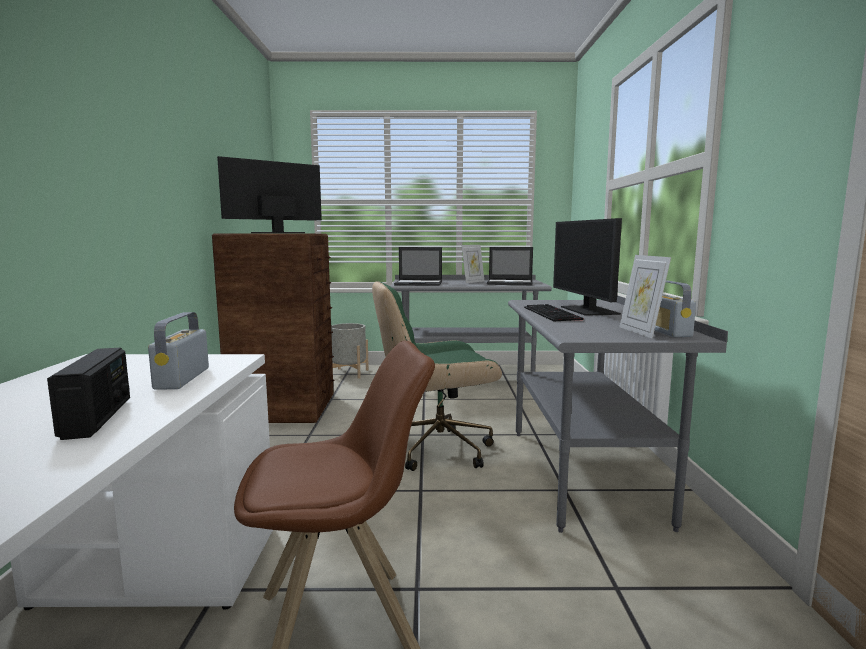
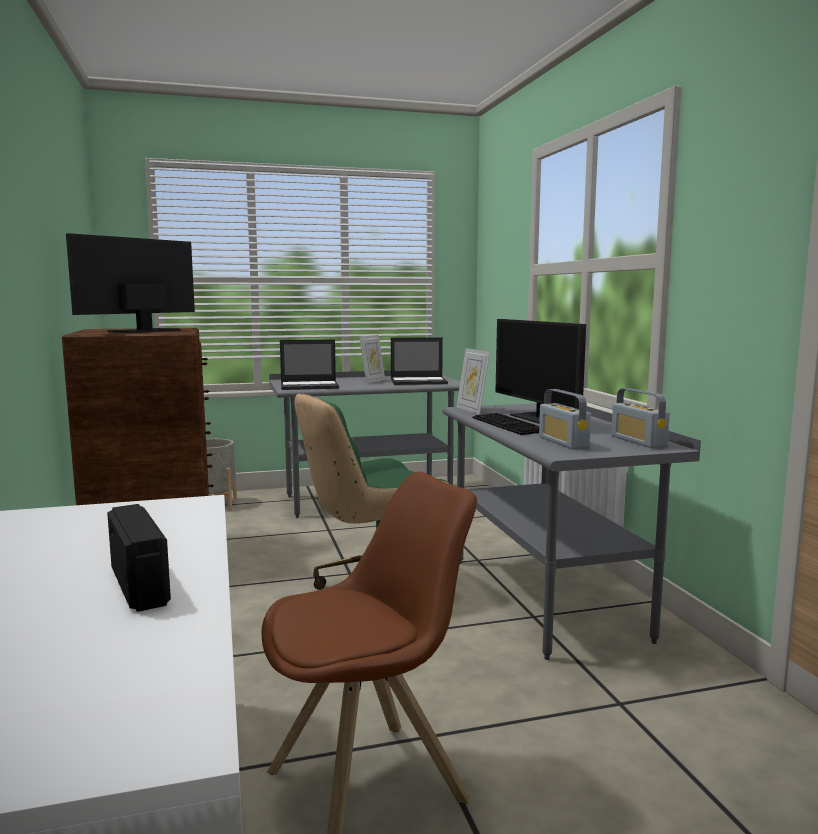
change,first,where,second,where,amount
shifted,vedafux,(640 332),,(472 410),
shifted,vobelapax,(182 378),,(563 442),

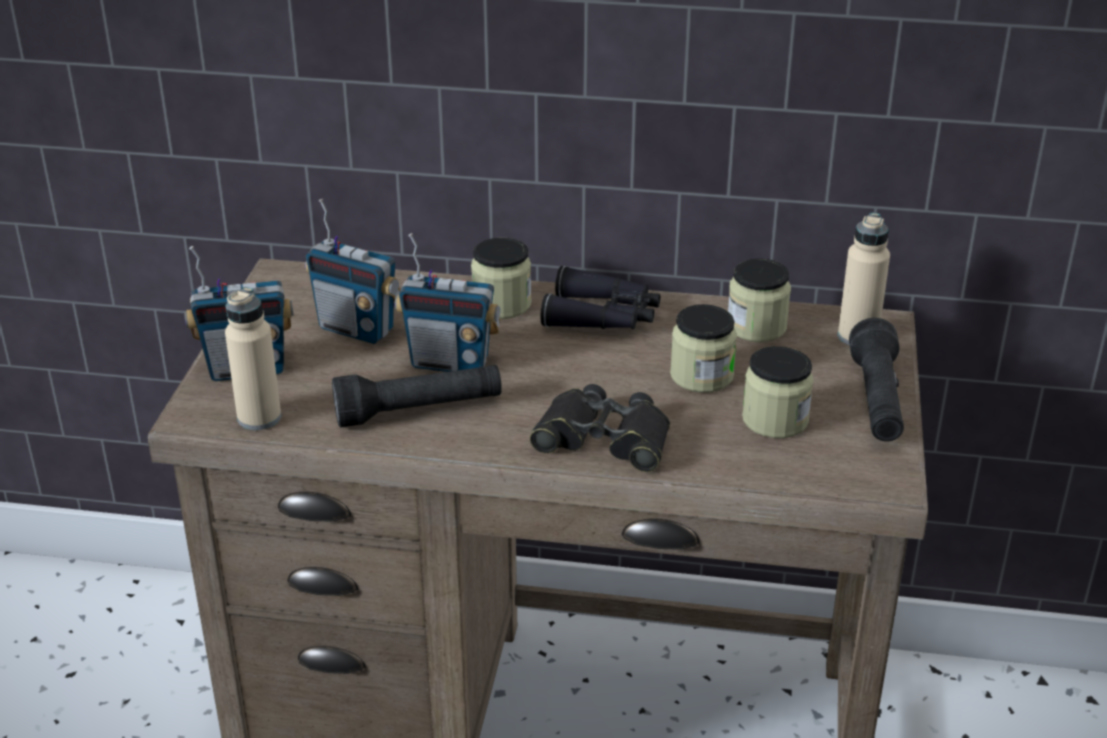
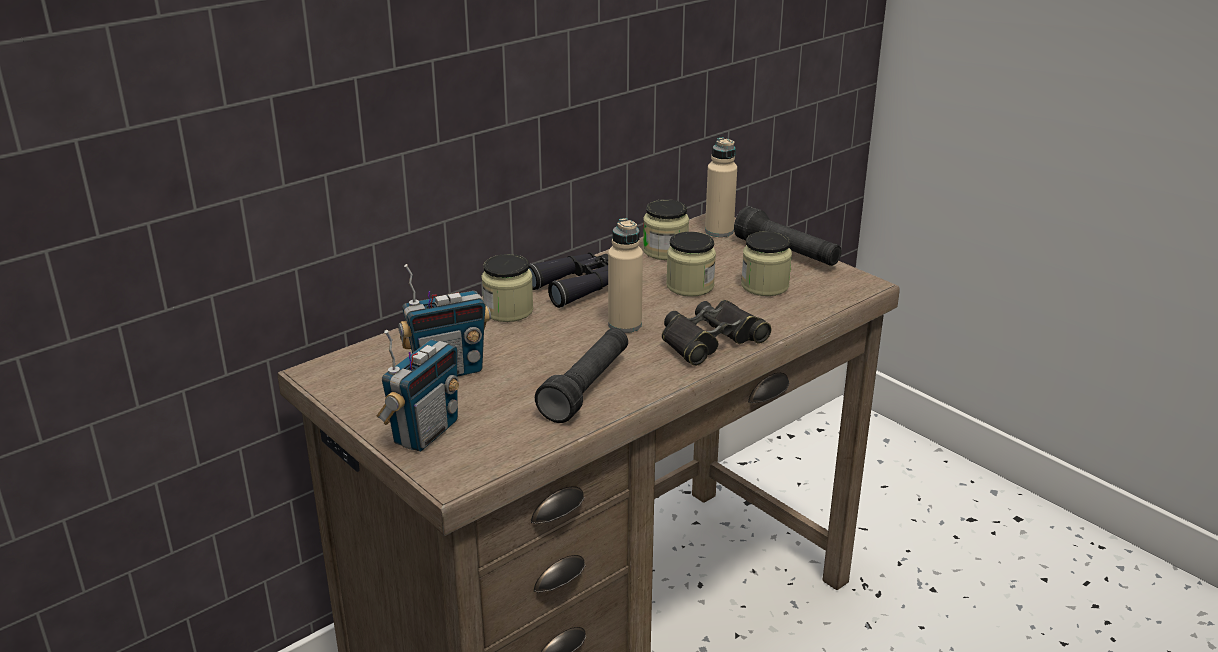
change,first,where,second,where,amount
shifted,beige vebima,(259 417),,(625 325),
gone,vobelapax,(450 363),,,

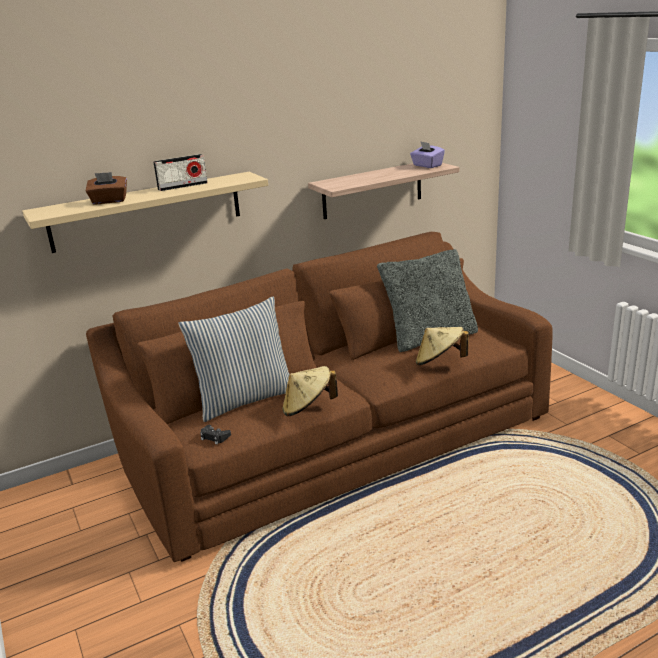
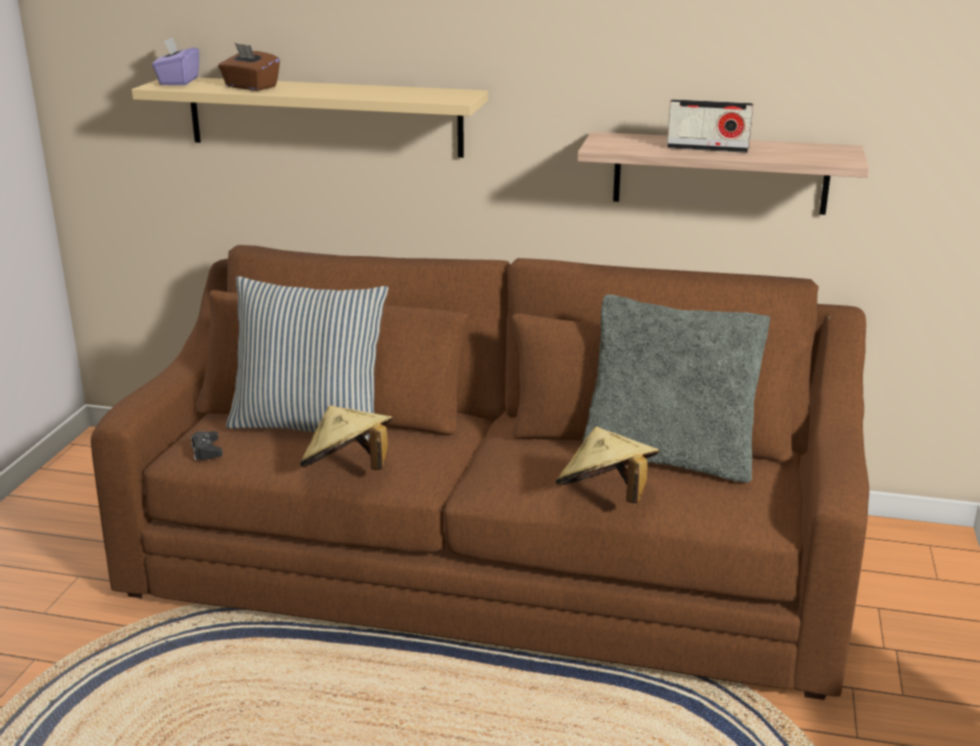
change,first,where,second,where,amount
shifted,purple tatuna,(427 165),,(178 81),
shifted,vobelapax,(182 186),,(707 148),

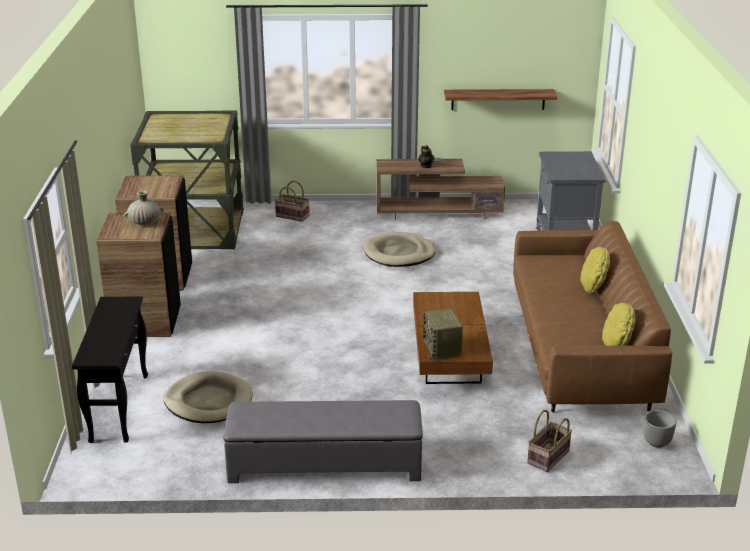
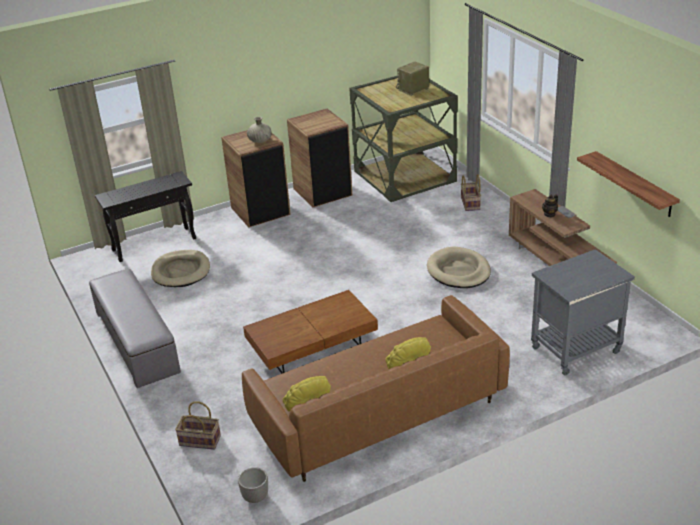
change,first,where,second,where,amount
shifted,vobelapax,(442 349),,(413 89),

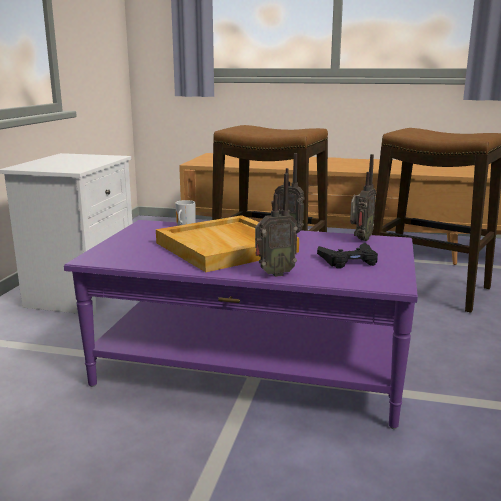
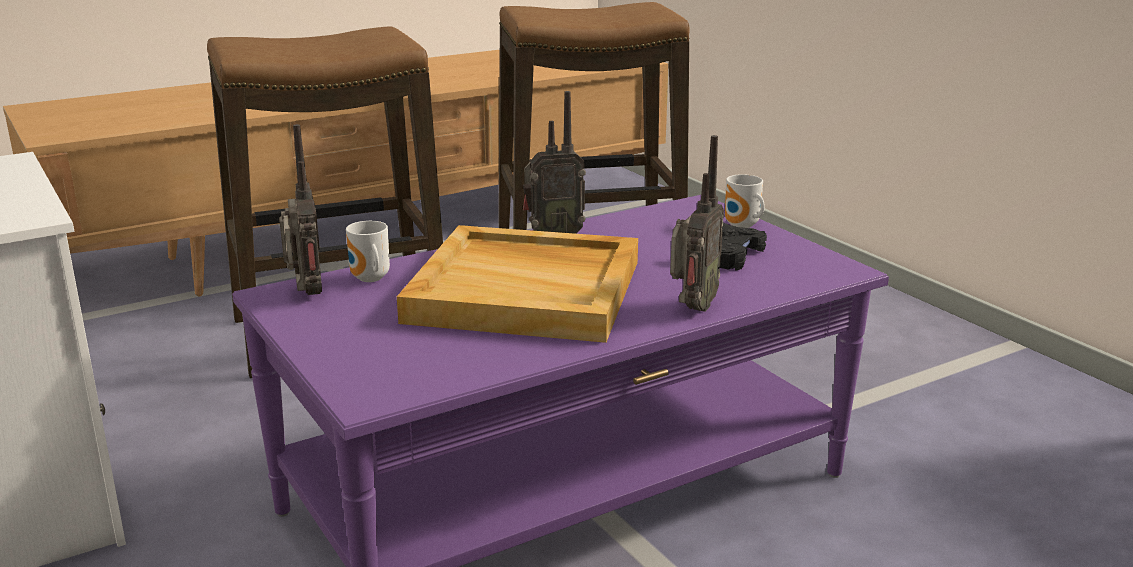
change,first,where,second,where,amount
shifted,vobelapax,(360 239),,(305 294),
new,,,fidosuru,(742 226),

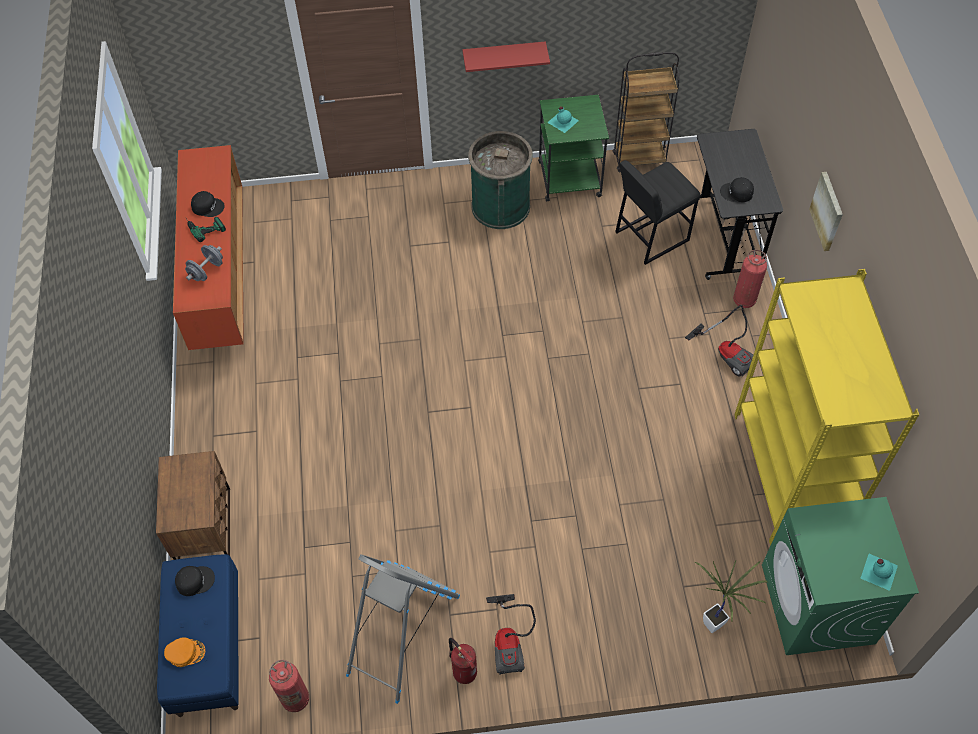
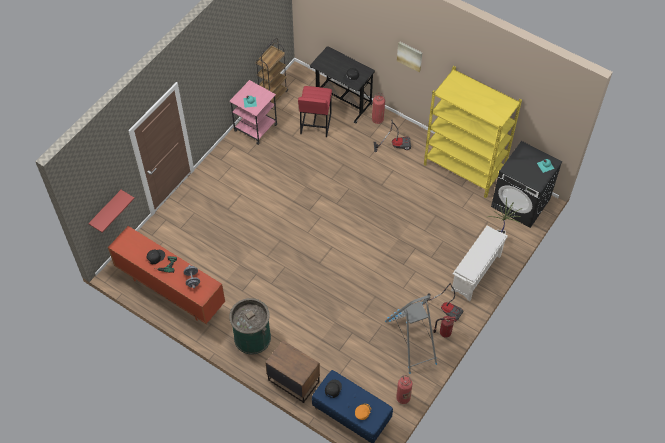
change,first,where,second,where,amount
shifted,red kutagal,(504 56),,(106 210),
repainted,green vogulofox,(570 178),pink vogulofox,(256 127),
shifted,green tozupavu,(500 206),,(252 337),
repainted,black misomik,(650 237),red misomik,(315 124),
new,,,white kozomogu,(476 274),
repainted,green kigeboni,(817 604),black kigeboni,(521 203),

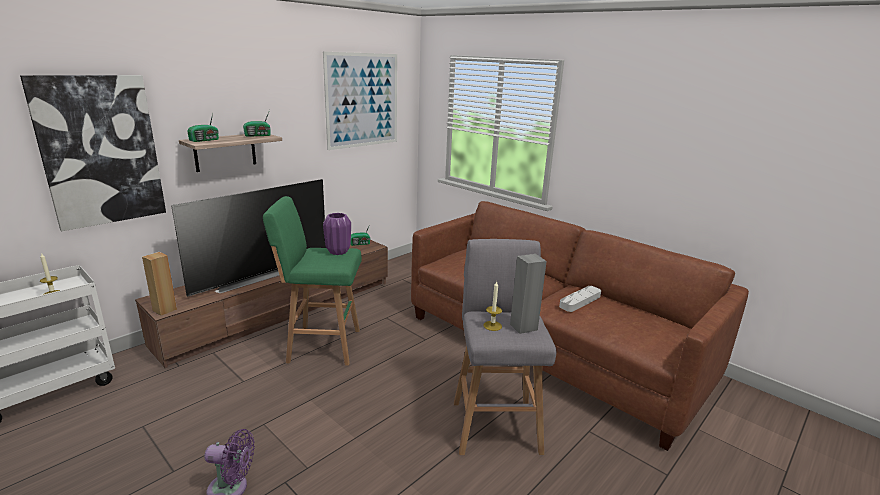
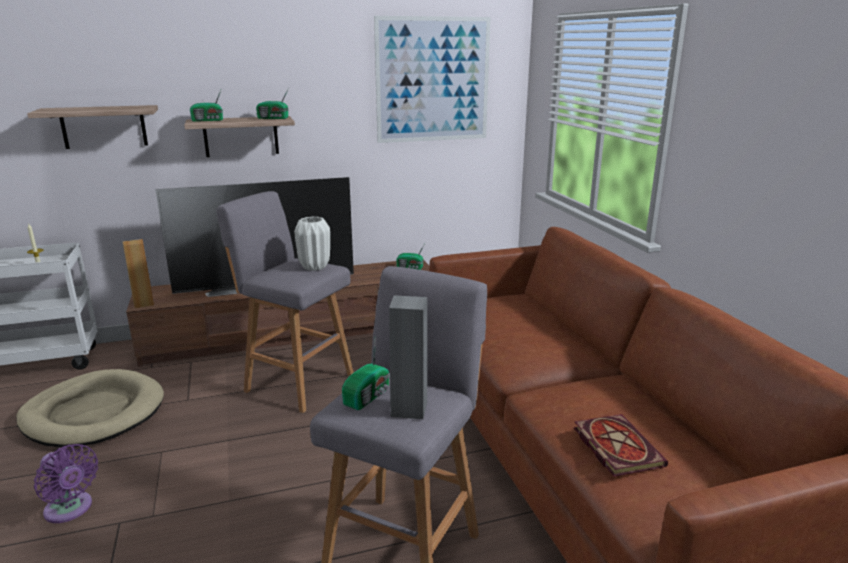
change,first,where,second,where,amount
new,,,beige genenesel,(94 413),
swapped,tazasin,(100 151),kutagal,(104 127),
repainted,green misomik,(321 345),grey misomik,(297 382),
repainted,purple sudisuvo,(338 252),white sudisuvo,(314 267),
swapped,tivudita,(492 326),vobelapax,(369 396),
new,,,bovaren,(614 446),
gone,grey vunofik,(580 301),,,

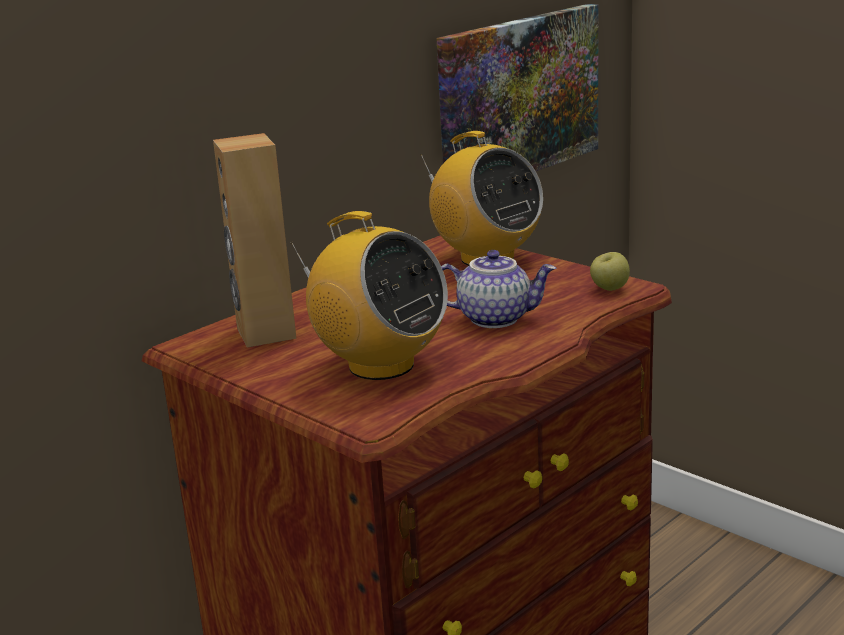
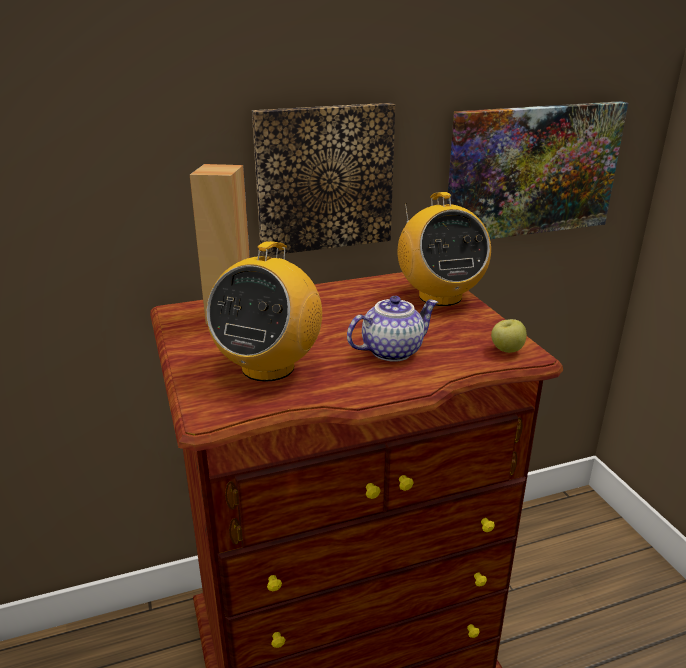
change,first,where,second,where,amount
rotated,vobelapax,(380 365),,(268 367),45 degrees clockwise
new,,,tazasin,(324 178),
rotated,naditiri,(495 318),,(391 351),60 degrees counterclockwise

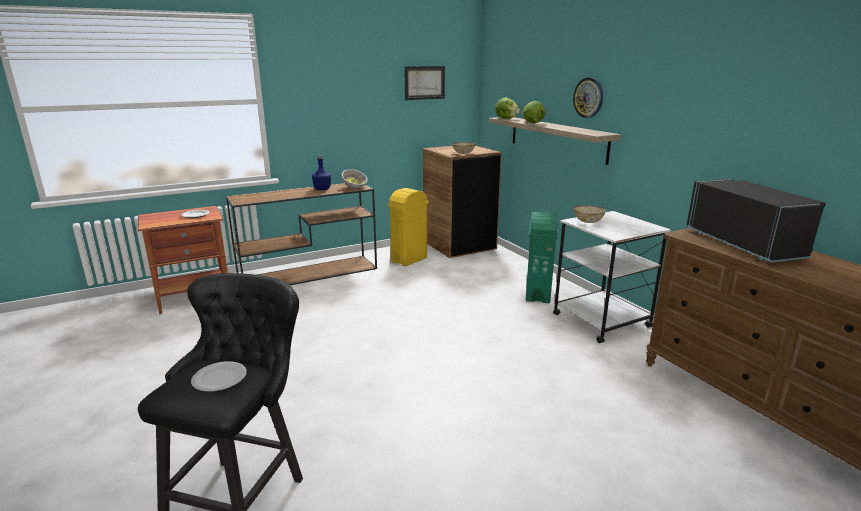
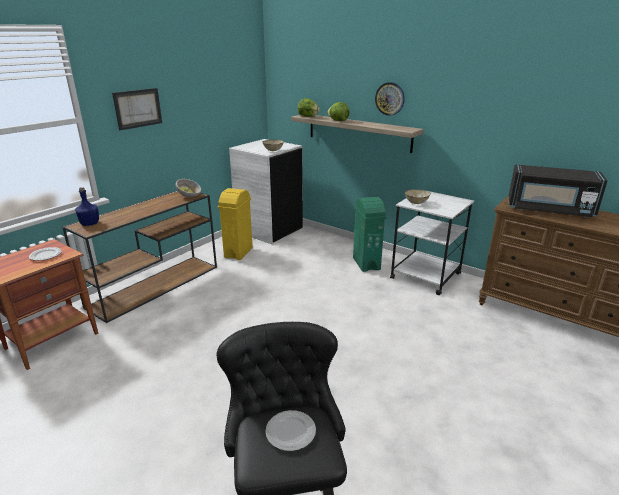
change,first,where,second,where,amount
shifted,blue vebima,(322 189),,(89 223),
shifted,tazasin,(424 82),,(138 108),
repainted,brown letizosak,(460 245),white letizosak,(270 230),
rotated,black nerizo,(744 245),,(549 210),150 degrees clockwise

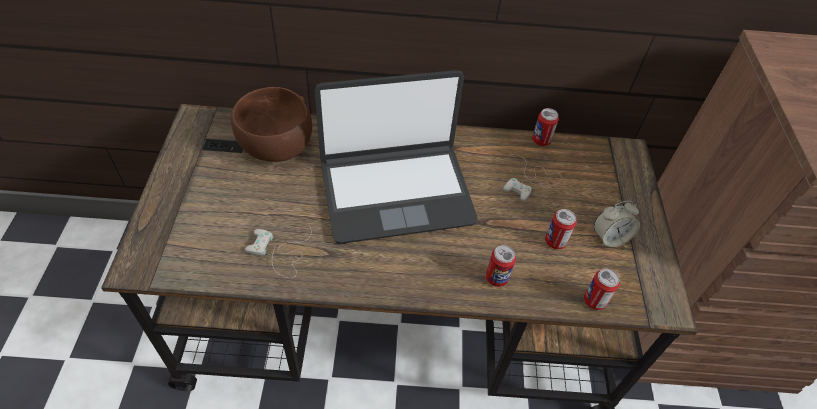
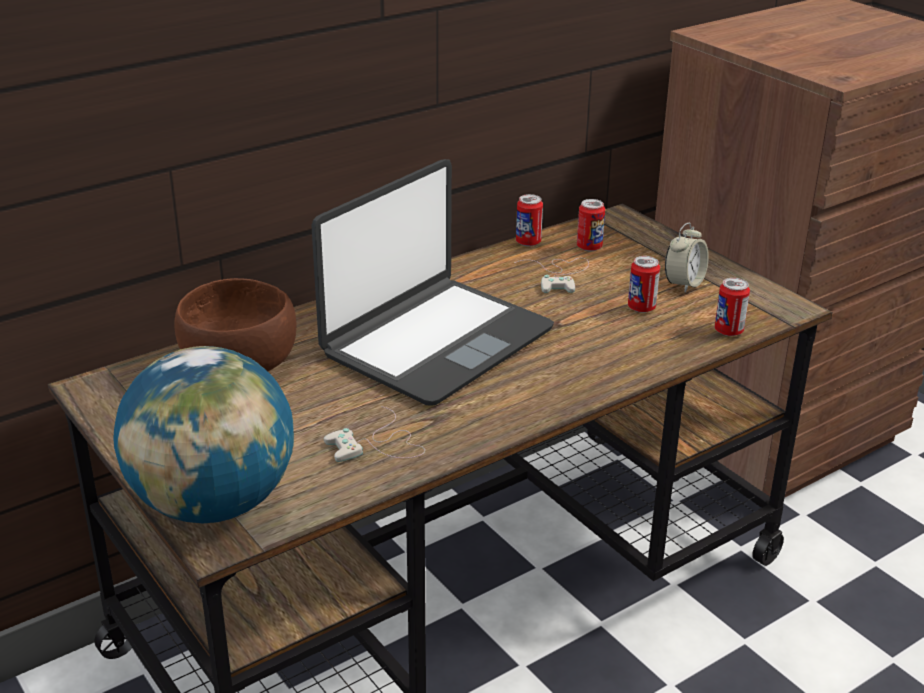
change,first,where,second,where,amount
new,,,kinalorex,(214 504),
shifted,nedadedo,(496 278),,(589 247),

